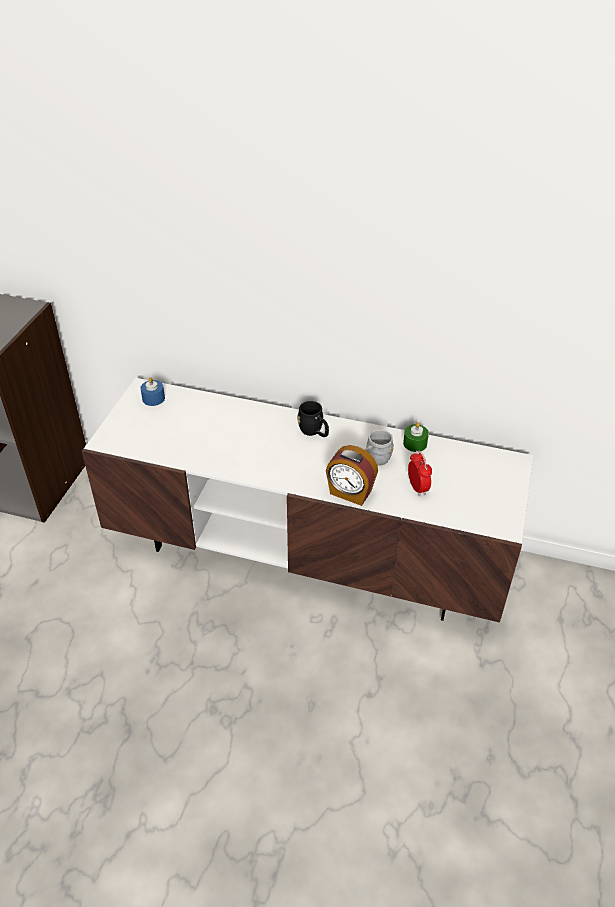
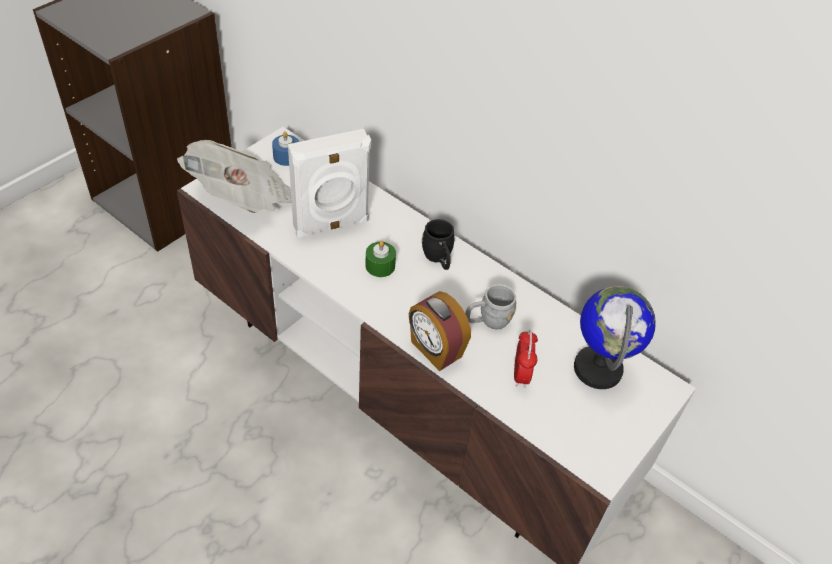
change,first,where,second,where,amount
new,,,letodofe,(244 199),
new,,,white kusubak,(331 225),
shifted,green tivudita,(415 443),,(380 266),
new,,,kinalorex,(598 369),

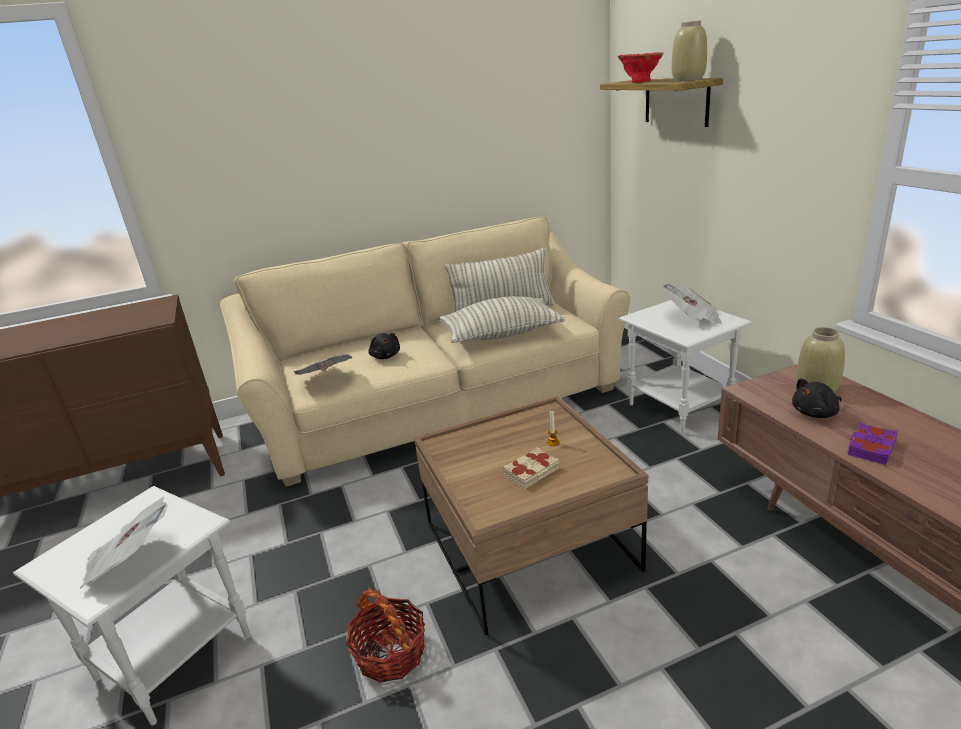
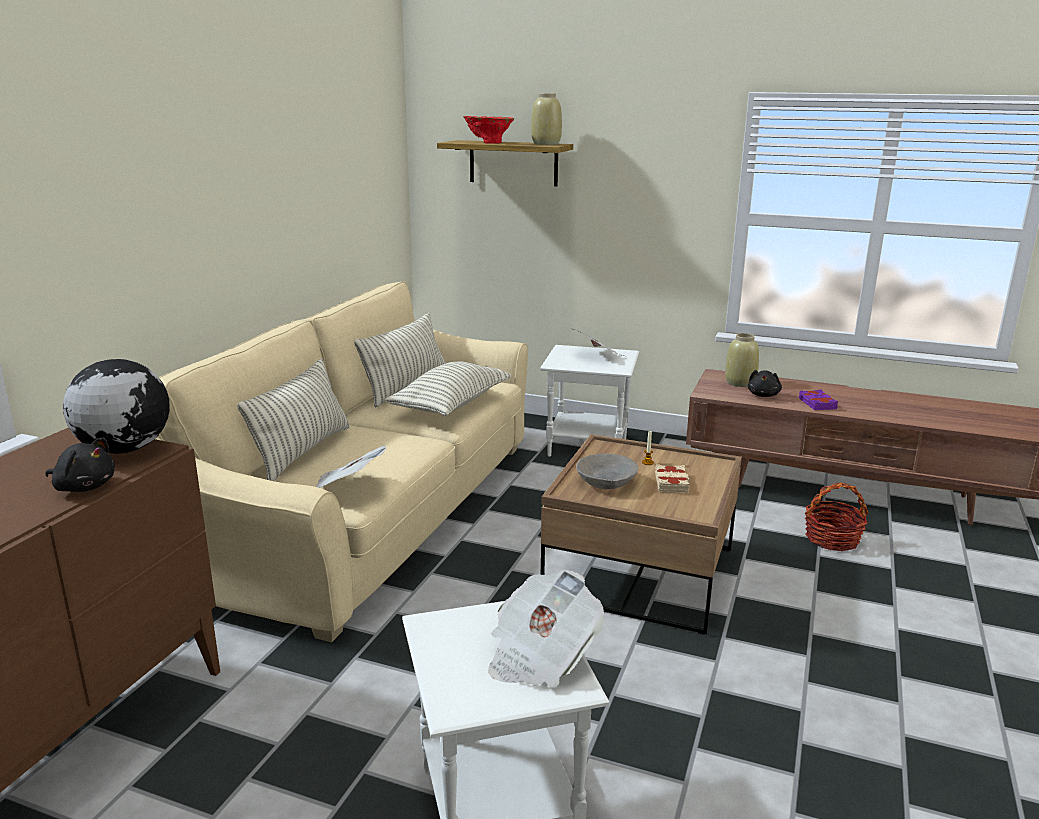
change,first,where,second,where,amount
shifted,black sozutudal,(385 356),,(84 487),
new,,,kinalorex,(124 449),
new,,,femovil,(302 452),
new,,,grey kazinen,(606 482),
shifted,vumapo,(390 653),,(832 539),

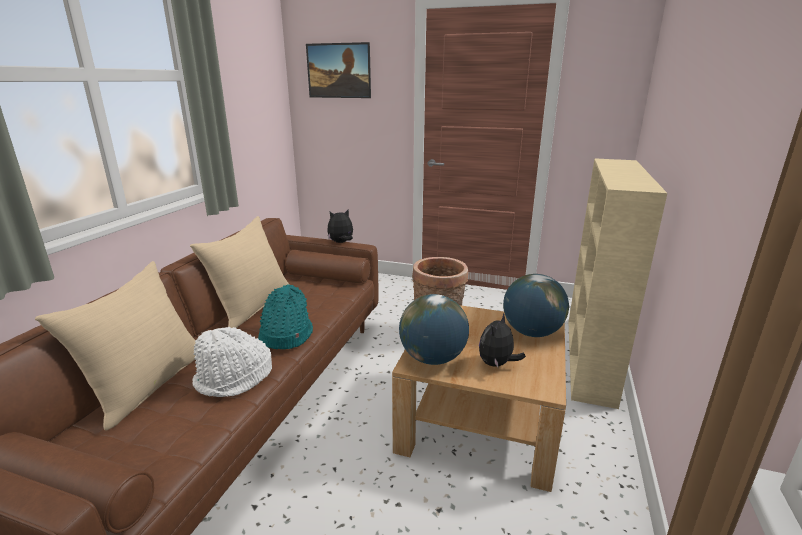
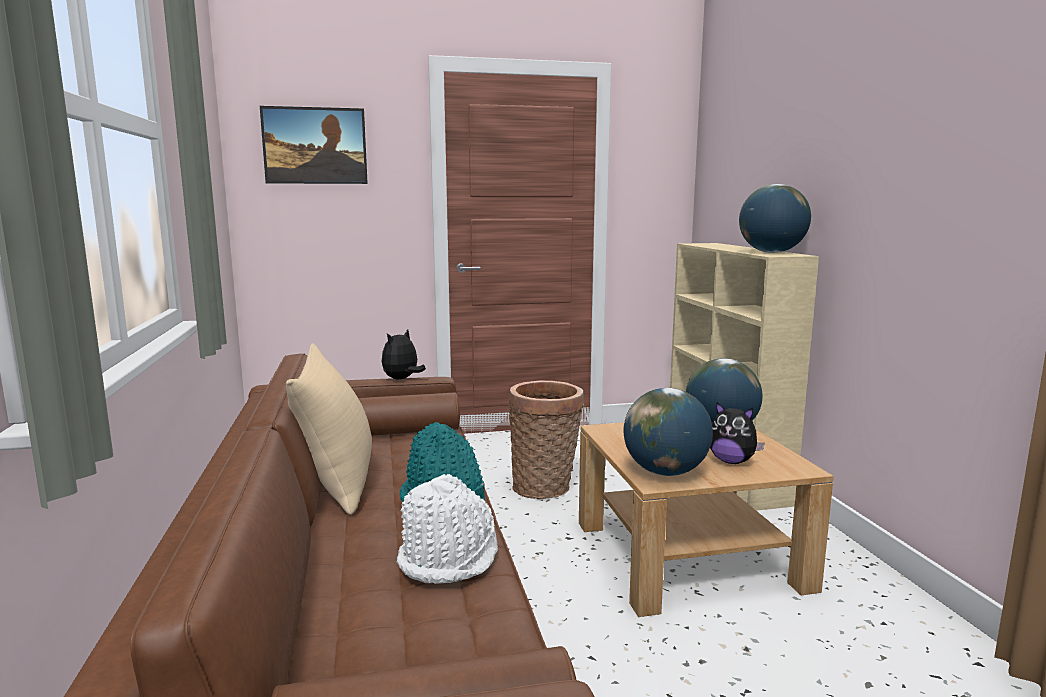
change,first,where,second,where,amount
rotated,sozutudal,(497 364),,(732 461),60 degrees counterclockwise
new,,,kinalorex,(772 252),
gone,beige femovil,(147 384),,,

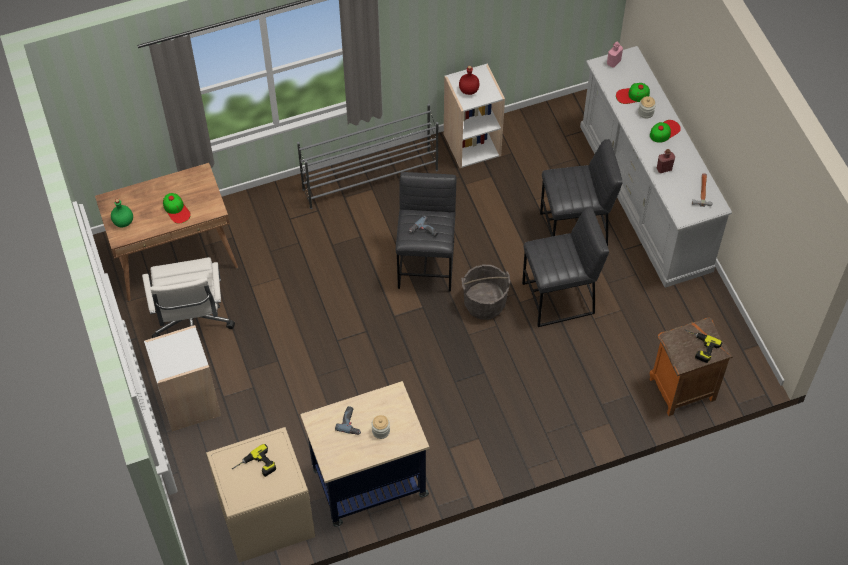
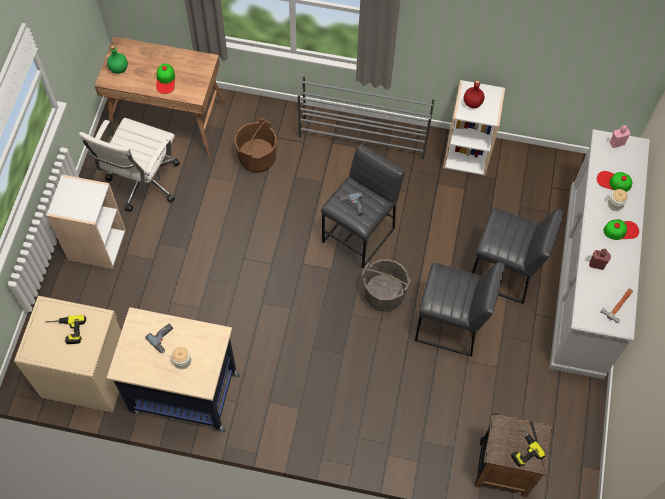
change,first,where,second,where,amount
new,,,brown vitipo,(257 158),
repainted,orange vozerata,(681 388),black vozerata,(503 468),

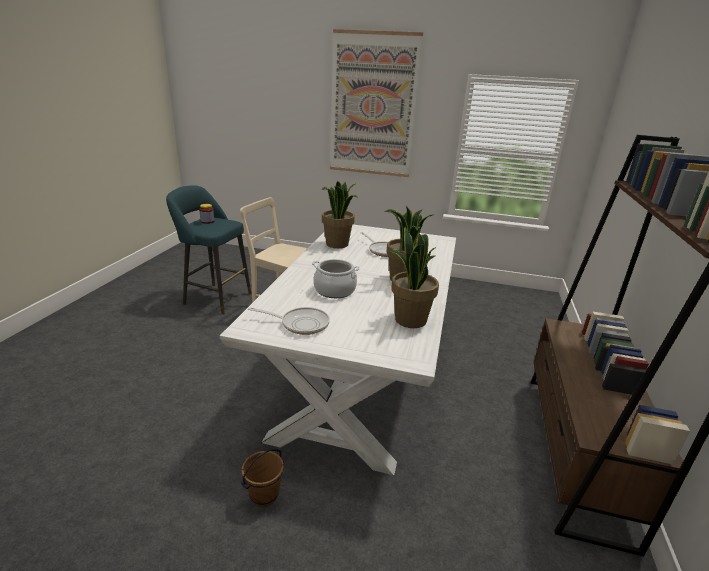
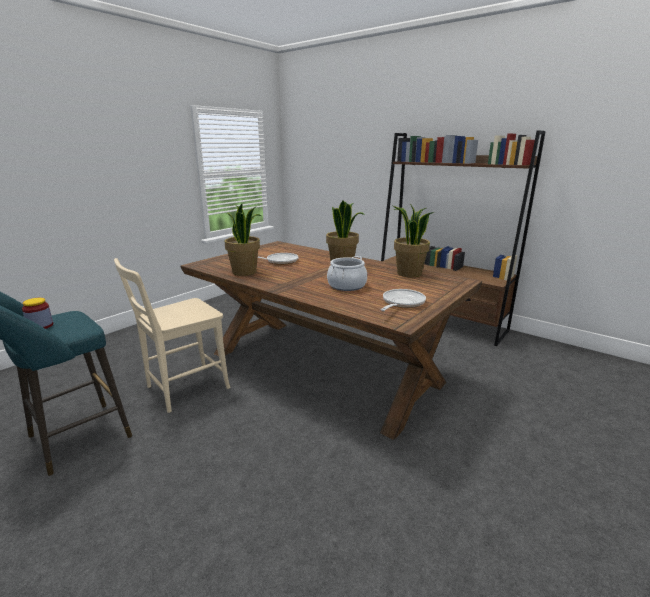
change,first,where,second,where,amount
repainted,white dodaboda,(360 369),brown dodaboda,(321 367),
gone,brown vitipo,(264 496),,,
gone,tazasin,(373 106),,,

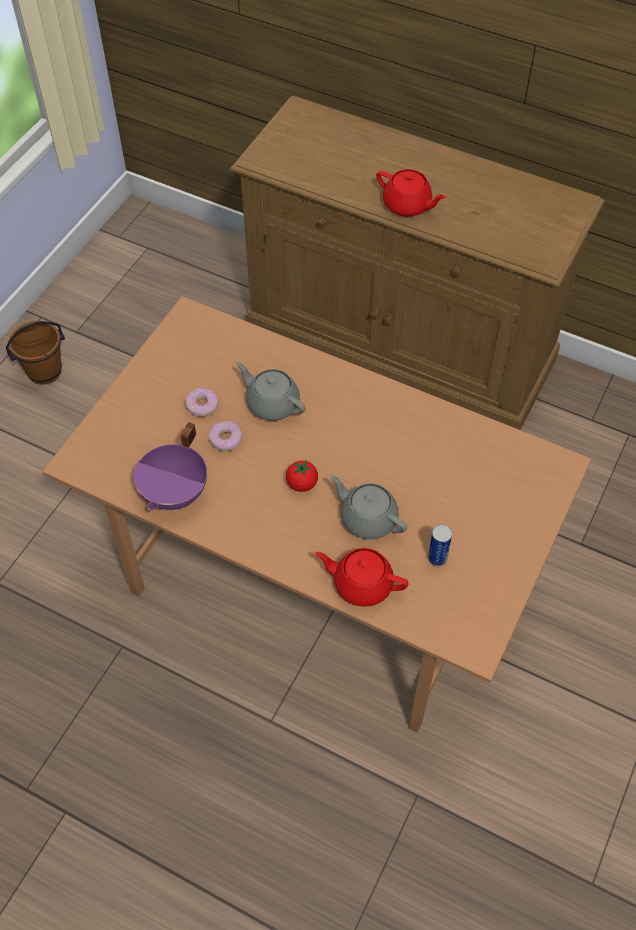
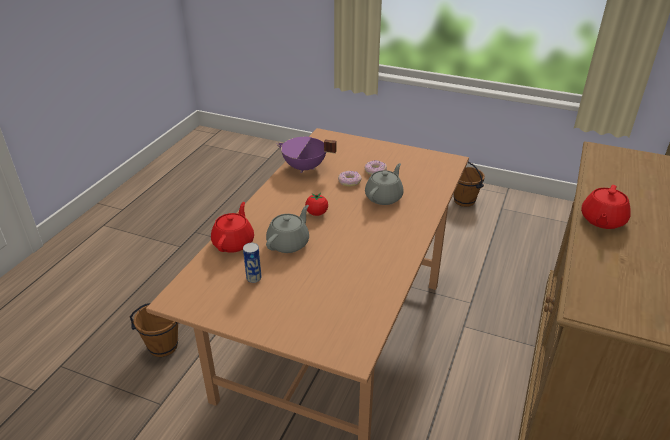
change,first,where,second,where,amount
new,,,brown vitipo,(163 347),

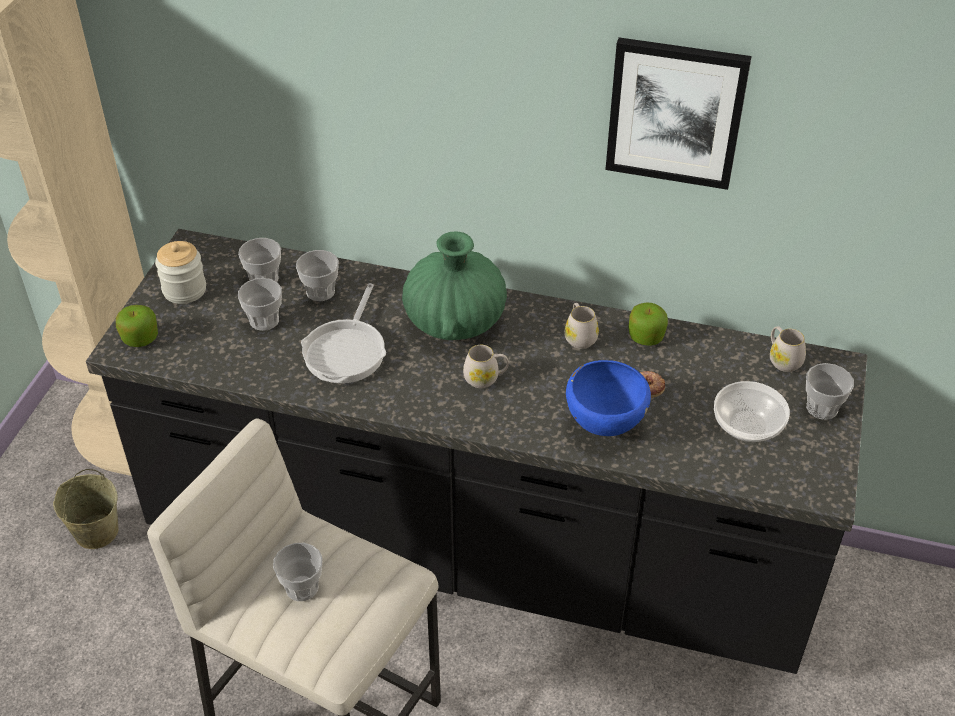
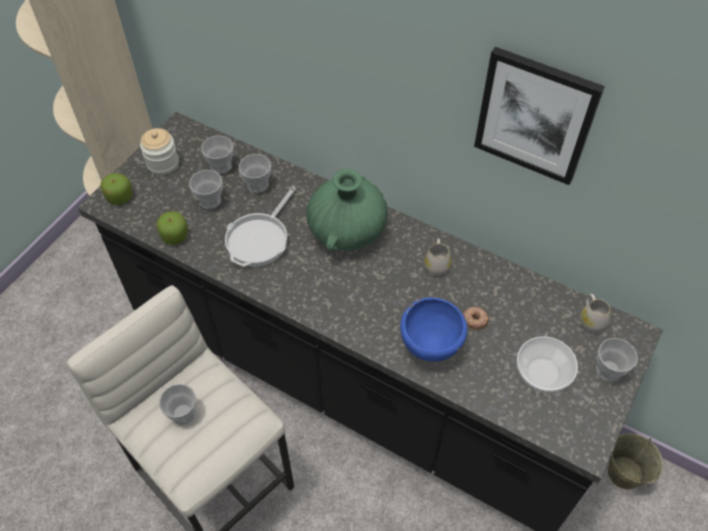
change,first,where,second,where,amount
shifted,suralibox,(646 336),,(175 236),
shifted,beige vitipo,(96 531),,(624 472),
gone,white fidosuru,(485 378),,,

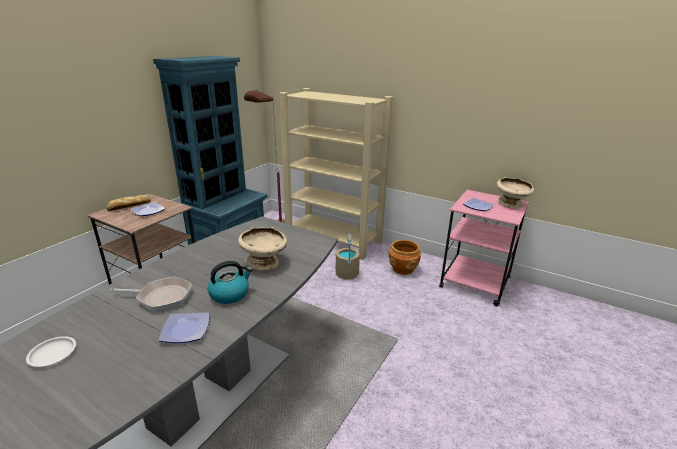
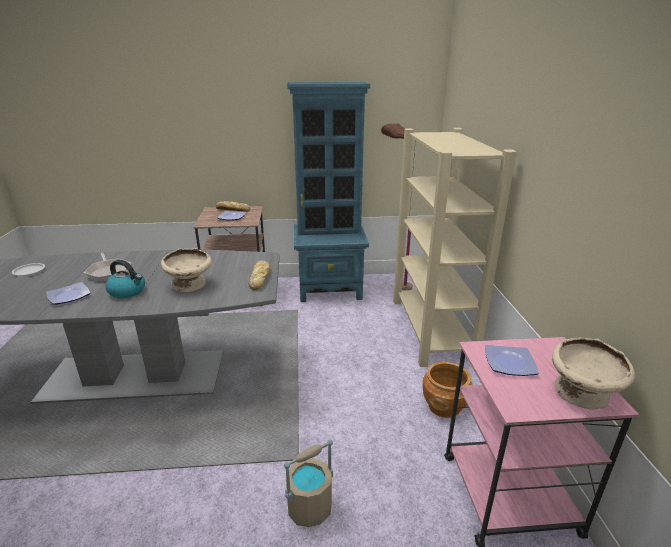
change,first,where,second,where,amount
new,,,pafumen,(260 278),
shifted,beige vitipo,(347 274),,(309 508),

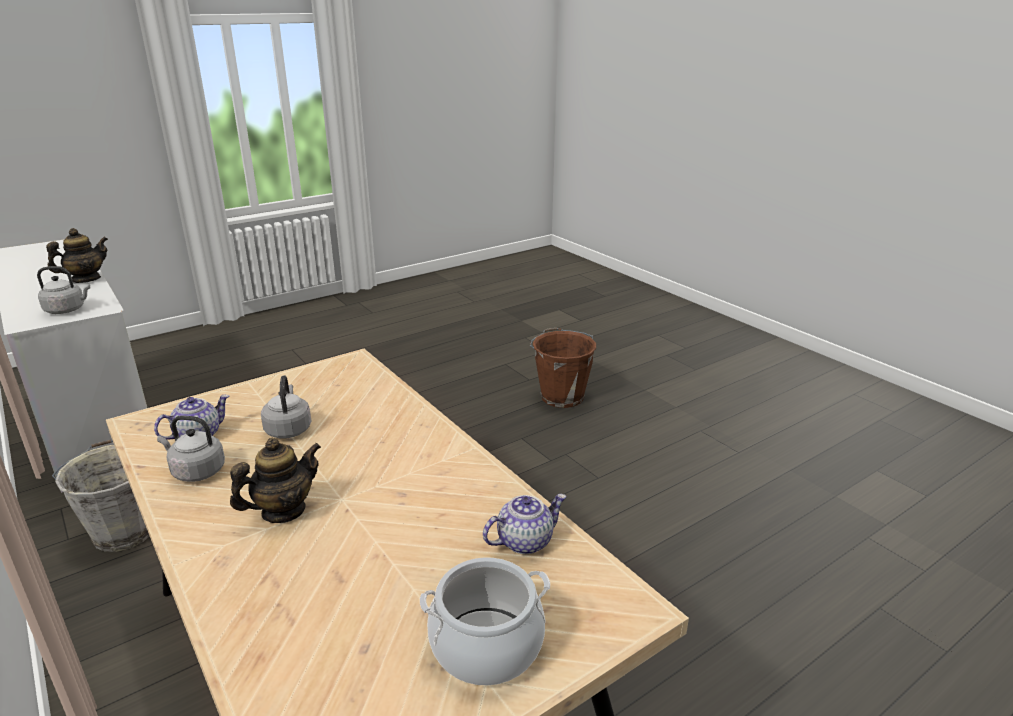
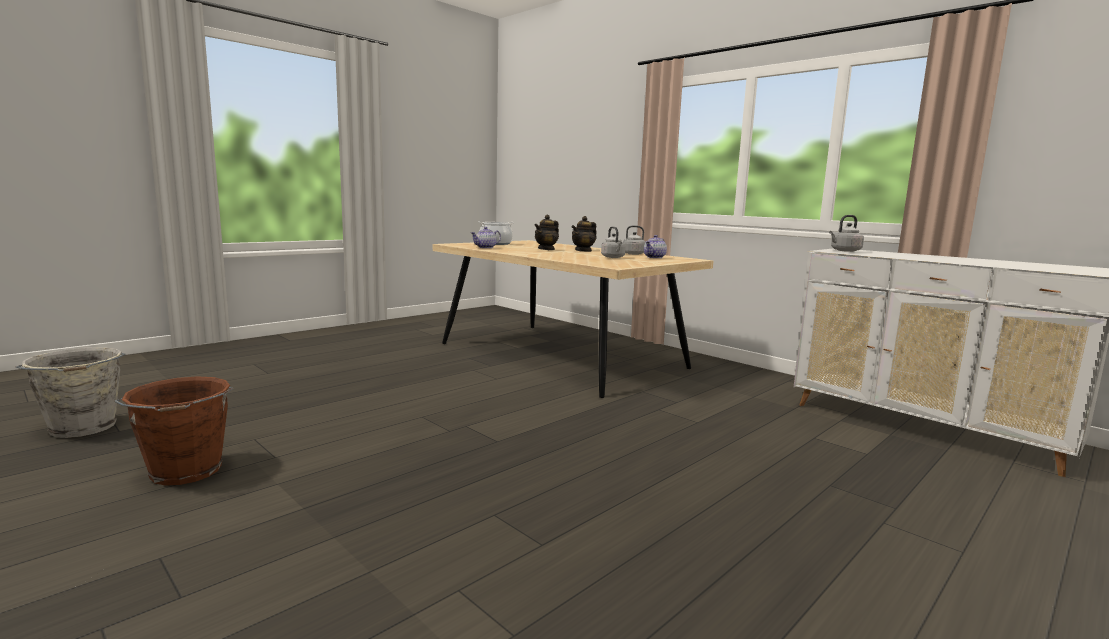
change,first,where,second,where,amount
shifted,grey vitipo,(124 530),,(83 428),
shifted,brown vitipo,(561 396),,(186 472),
shifted,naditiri,(86 279),,(546 249),

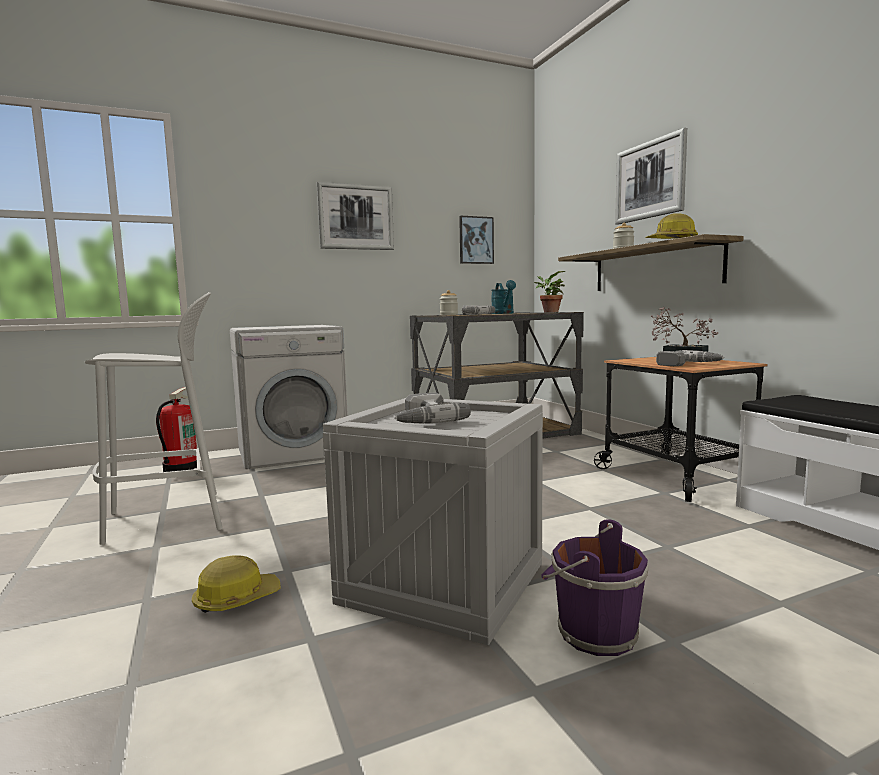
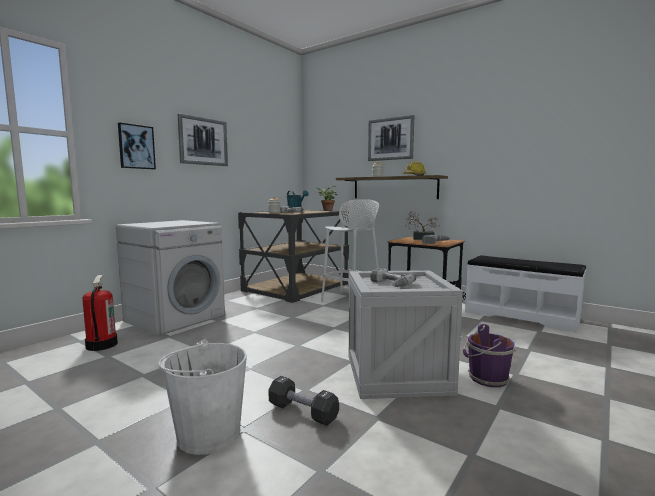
change,first,where,second,where,amount
shifted,tazasin,(476 240),,(136 147),
new,,,white vitipo,(208 434),
swapped,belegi,(236 599),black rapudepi,(302 412),
shifted,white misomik,(169 518),,(350 299),

